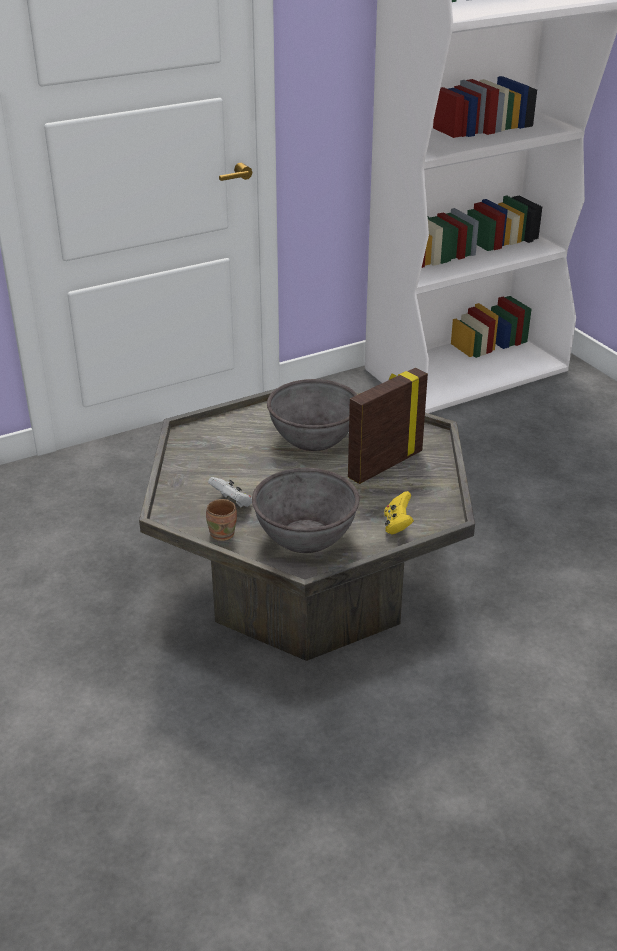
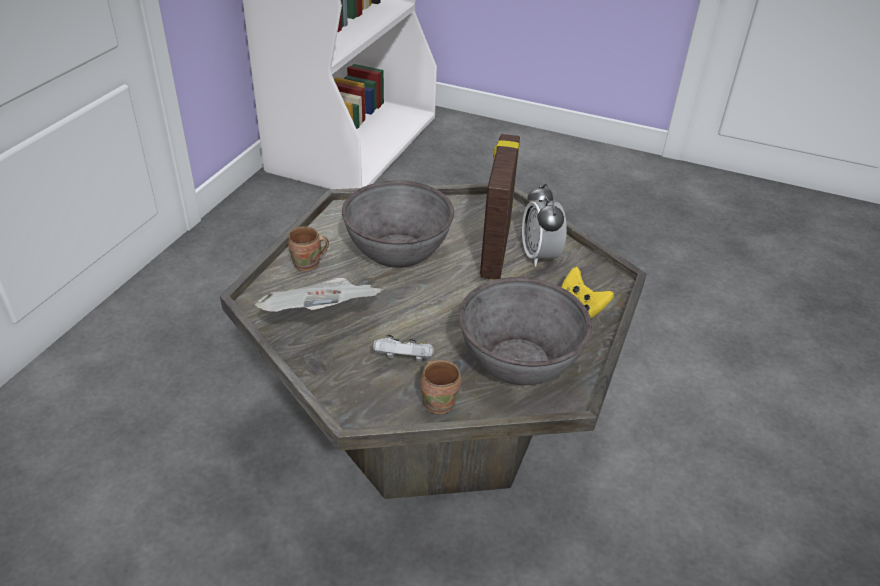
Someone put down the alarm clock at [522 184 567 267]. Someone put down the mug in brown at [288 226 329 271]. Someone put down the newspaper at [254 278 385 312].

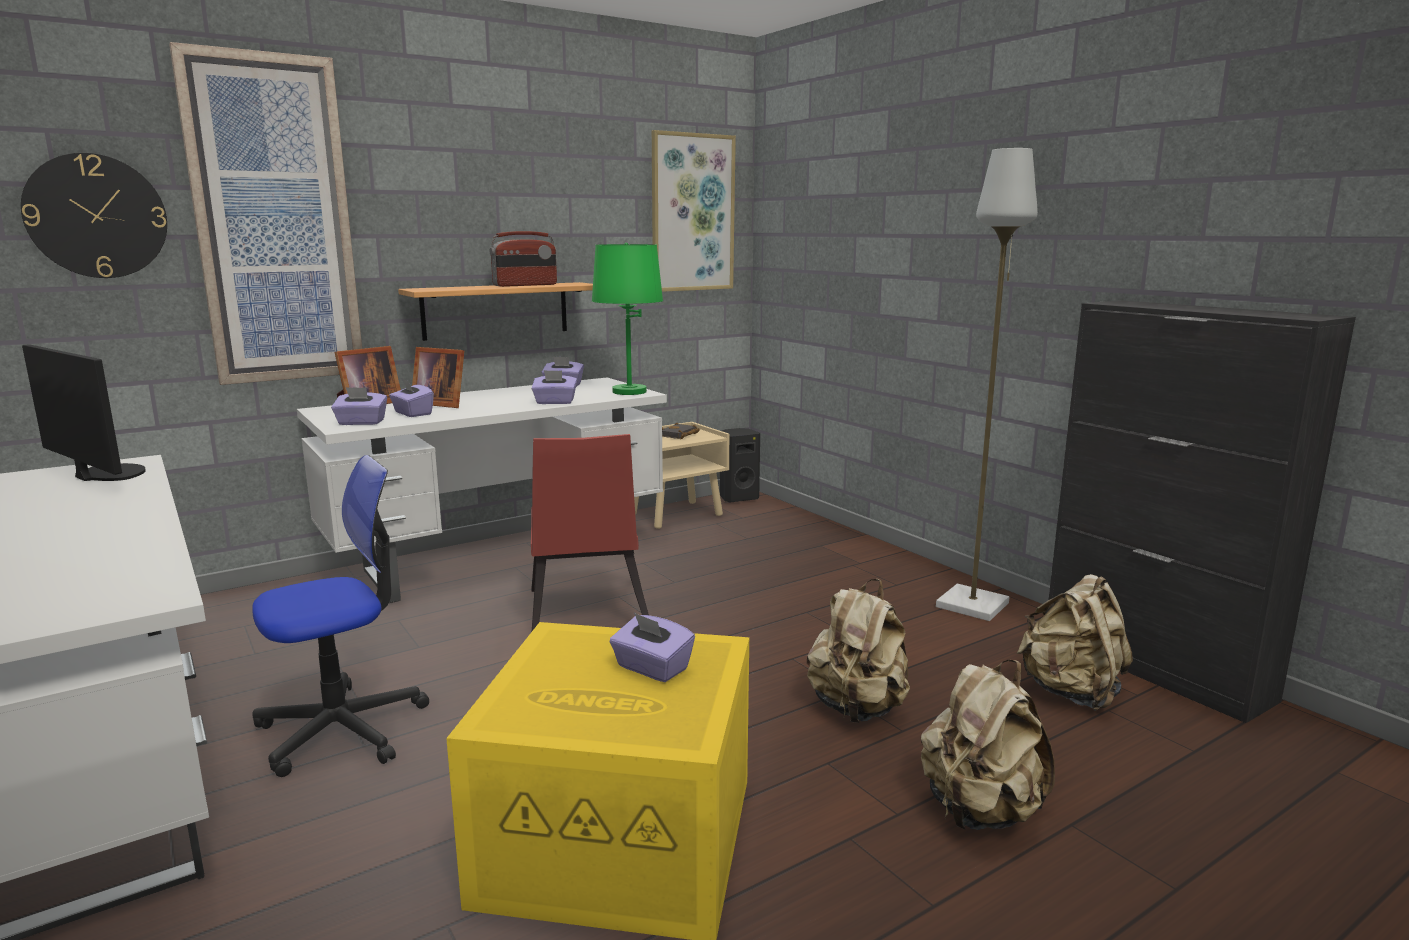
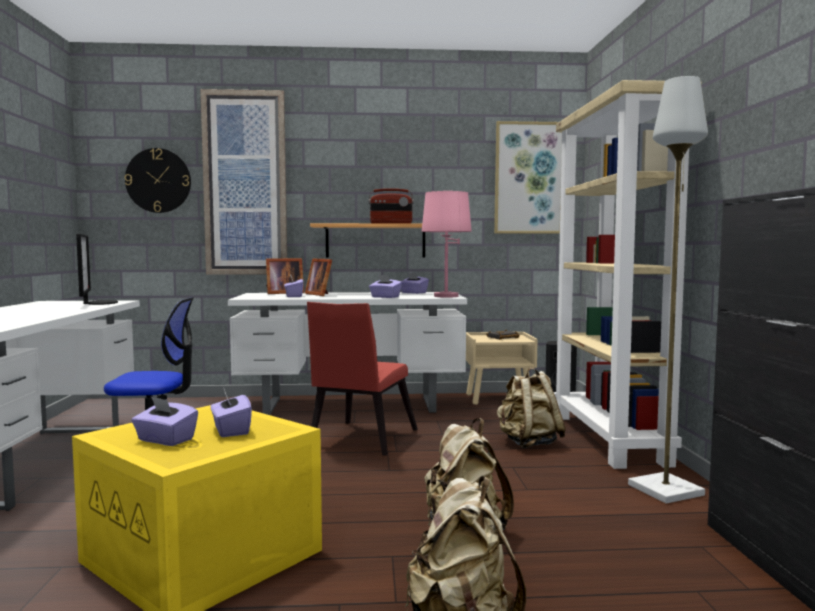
Someone repainted the table lamp in green at [592 243 663 395], which became the table lamp in pink at [421 191 472 298]. Someone carried the tissue box in purple from [331 387 387 425] to [131 397 198 446]. Someone carried the backpack in beige from [1017 574 1133 711] to [497 367 566 448]. Someone put down the bookcase in beige at [553 80 689 469].

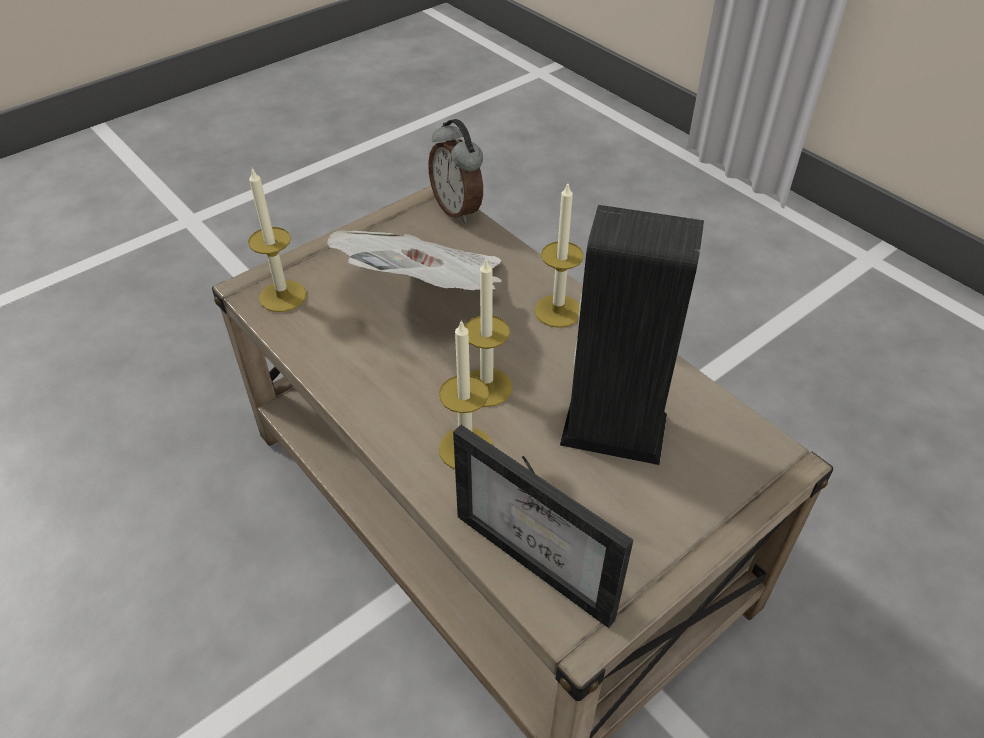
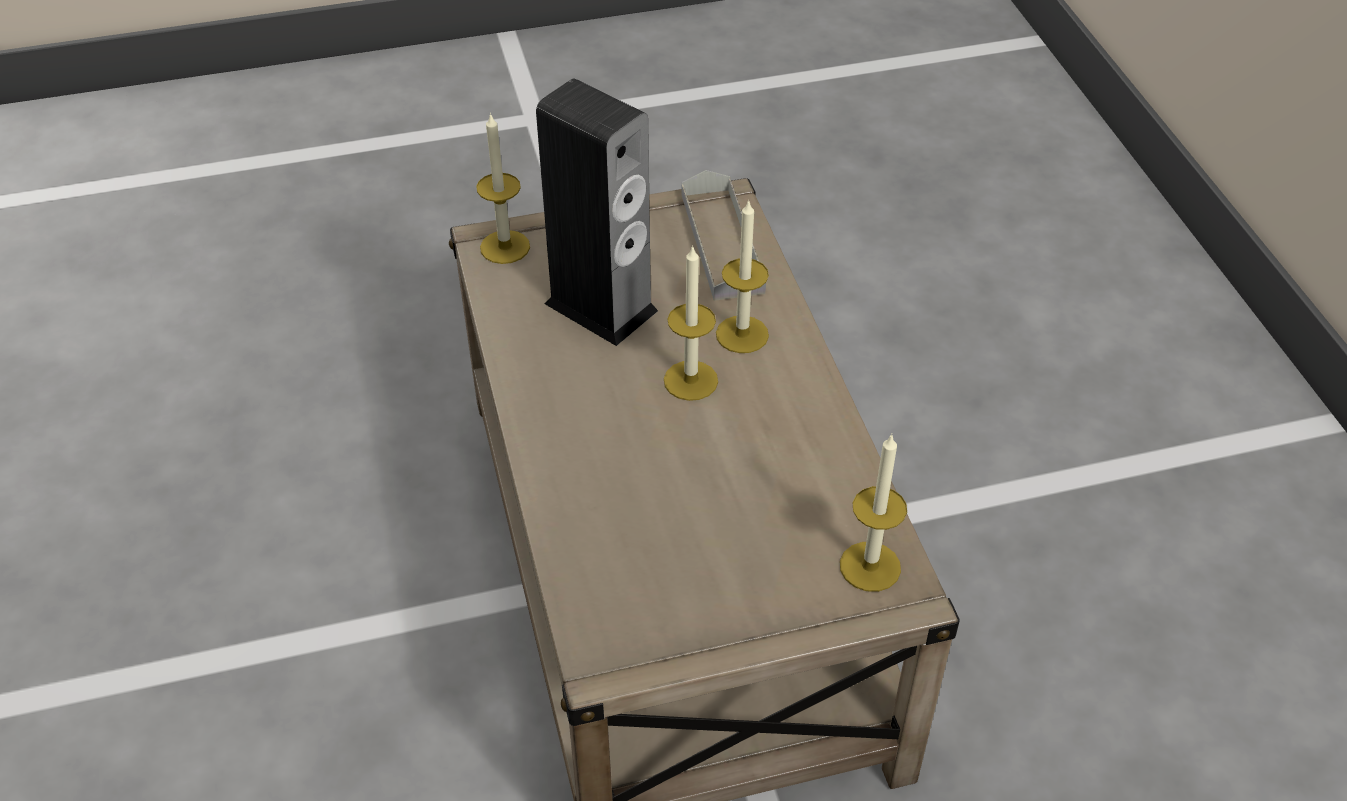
Someone took away the alarm clock at [428 119 483 223]. Someone carried the candle from [534 184 584 328] to [476 113 530 264]. Someone took away the newspaper at [327 231 502 292]. Someone swapped the picture frame at [453 425 633 628] for the tray in grey at [681 170 766 301].

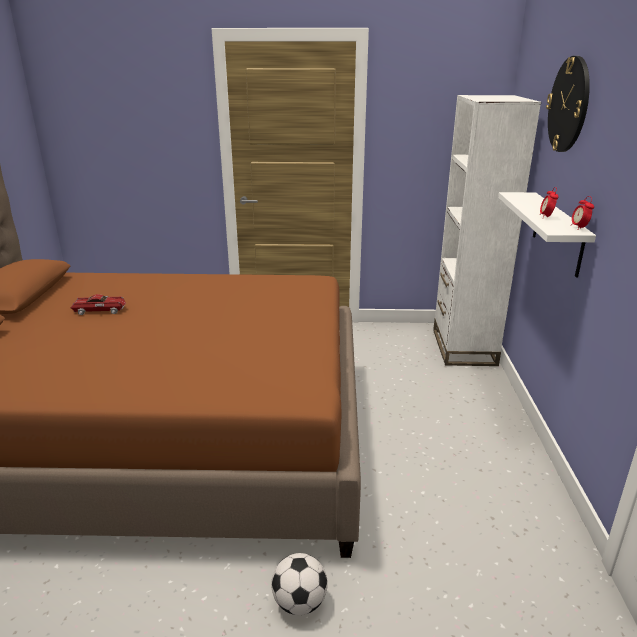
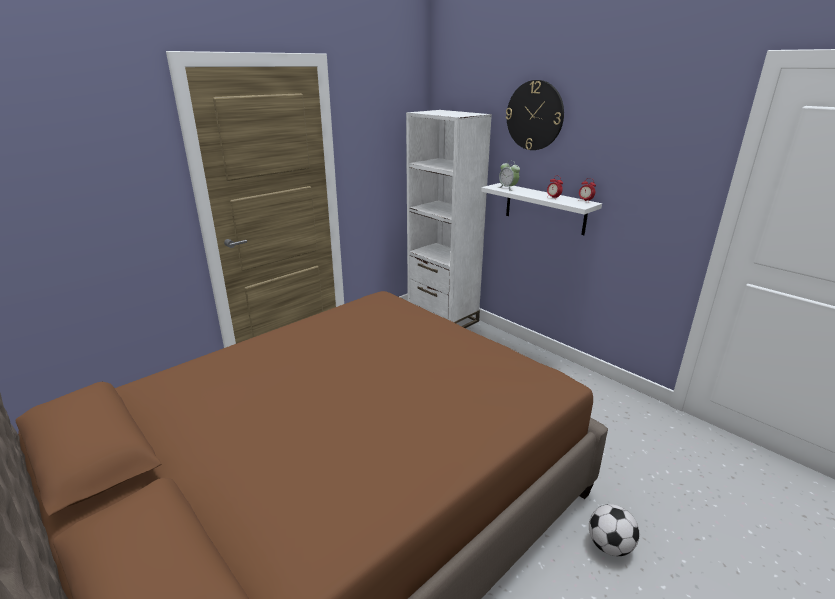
Someone took away the toy car at [70 294 126 315]. Someone put down the alarm clock at [498 160 520 191].

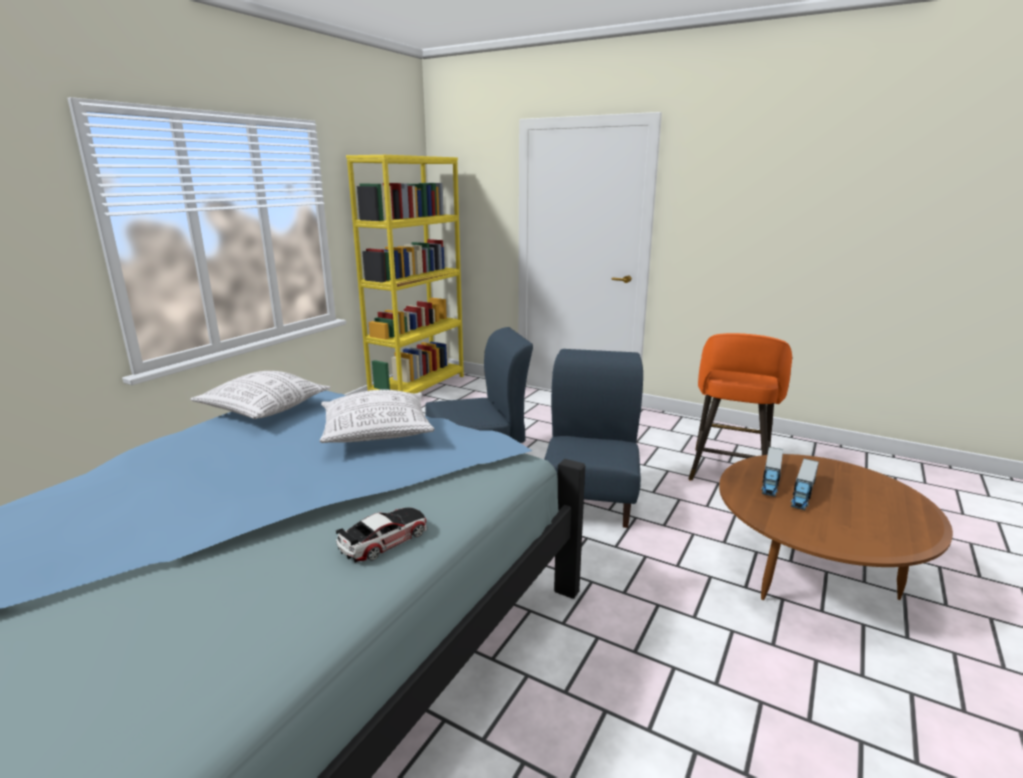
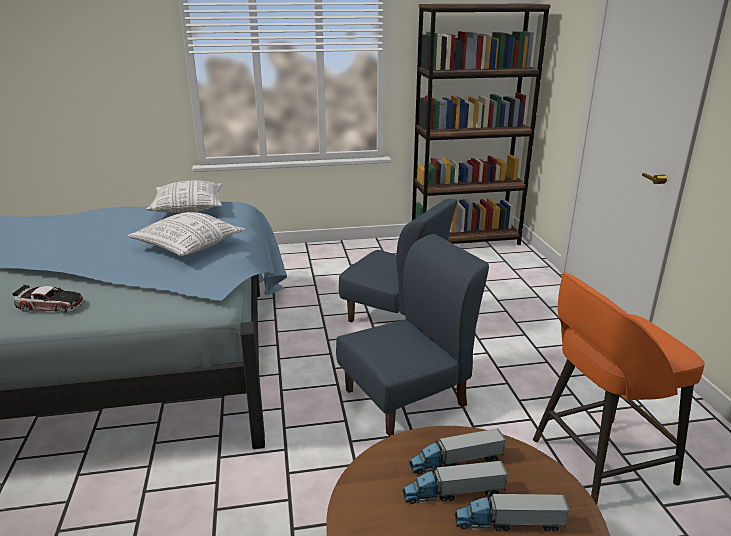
Someone repainted the bookcase in yellow at [346 155 464 393], which became the bookcase in brown at [412 4 551 245]. Someone put down the toy truck at [454 492 570 532].

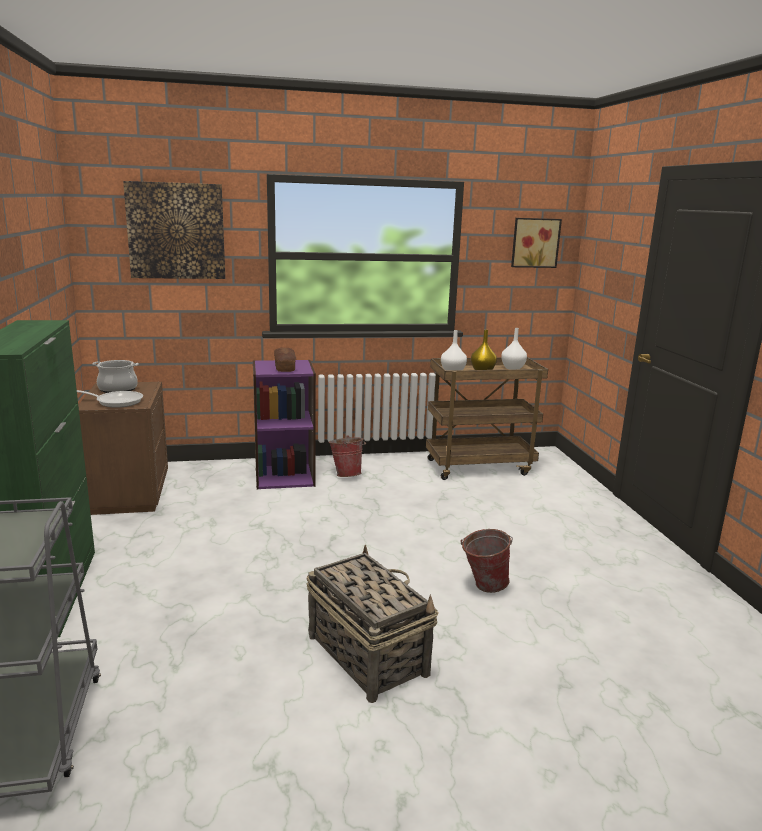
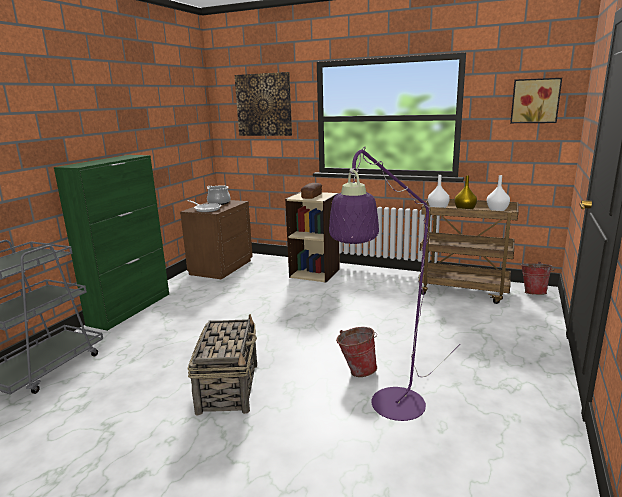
Someone repainted the bookcase in purple at [253 360 316 489], which became the bookcase in beige at [285 192 340 283]. Someone carried the bucket from [329 436 366 477] to [521 262 554 295]. Someone put down the floor lamp in purple at [329 147 460 421].

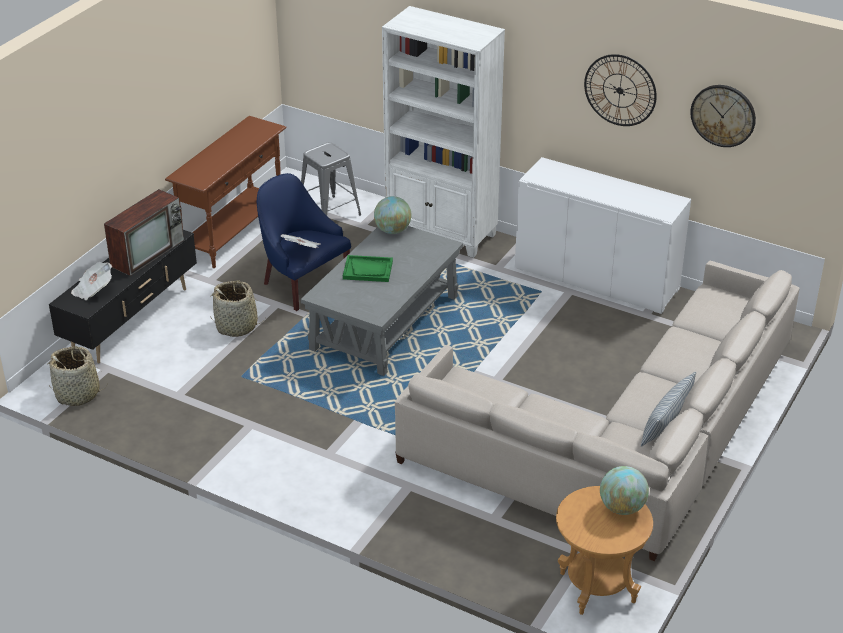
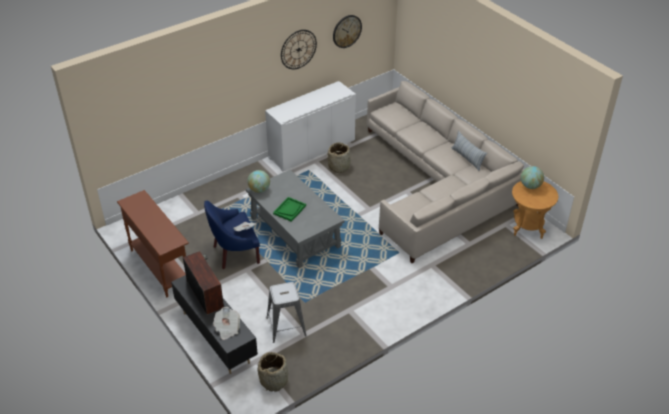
Someone took away the bookcase in white at [382 6 505 258]. Someone carried the stool in grey from [301 142 361 216] to [267 282 307 343]. Someone carried the basket from [210 280 266 337] to [327 142 350 173].

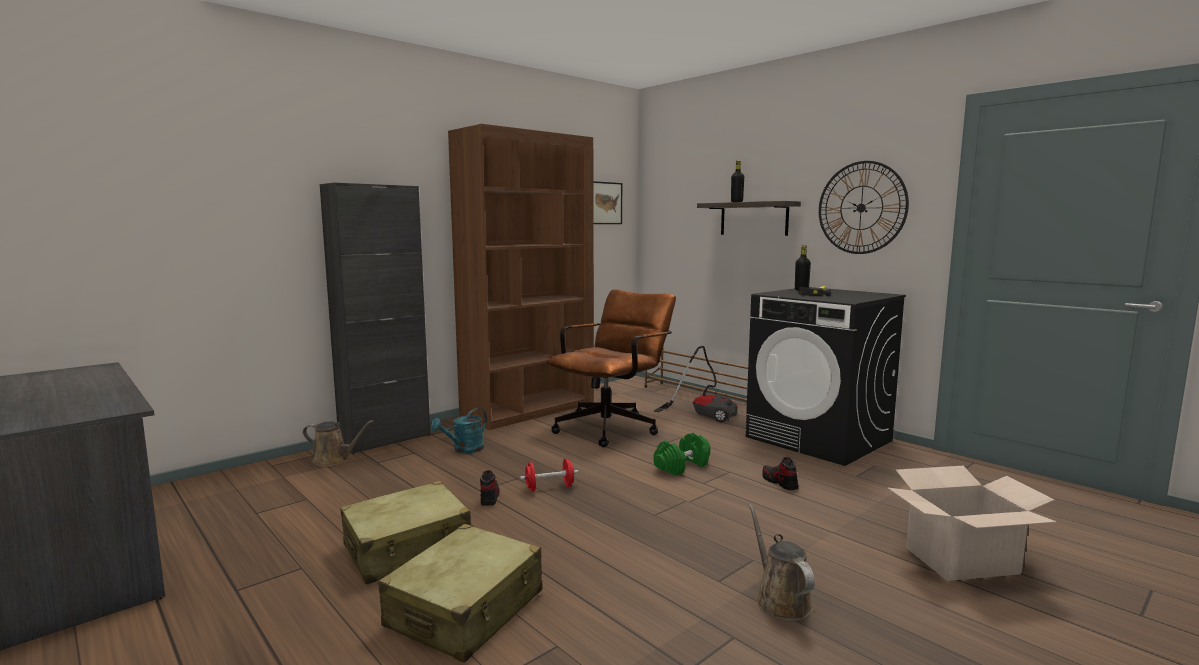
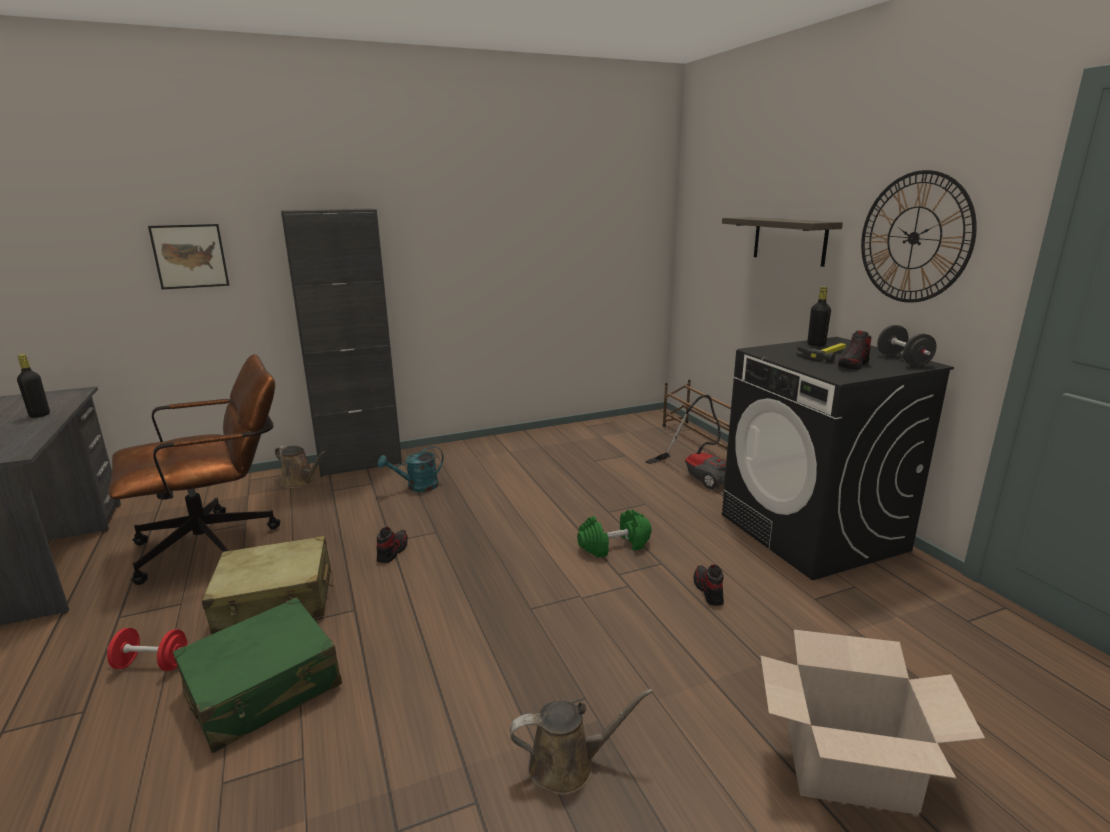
Someone took away the bookcase in brown at [448 124 594 430]. Someone carried the bottle in black from [731 161 744 202] to [17 354 50 418]. Someone carried the picture from [593 181 622 224] to [148 224 229 289]. Someone carried the office chair in brown from [547 290 676 448] to [109 354 280 585]. Someone carried the dumbbell in red from [520 459 579 491] to [107 628 188 671]. Someone rotated the watering can in brown at [749 504 815 621] by 75 degrees clockwise. Someone repainted the suitcase in beige at [379 524 542 663], which became the suitcase in green at [173 597 342 753]. Someone put down the dumbbell in black at [877 325 937 367]. Someone put down the shoe at [838 330 871 370].

